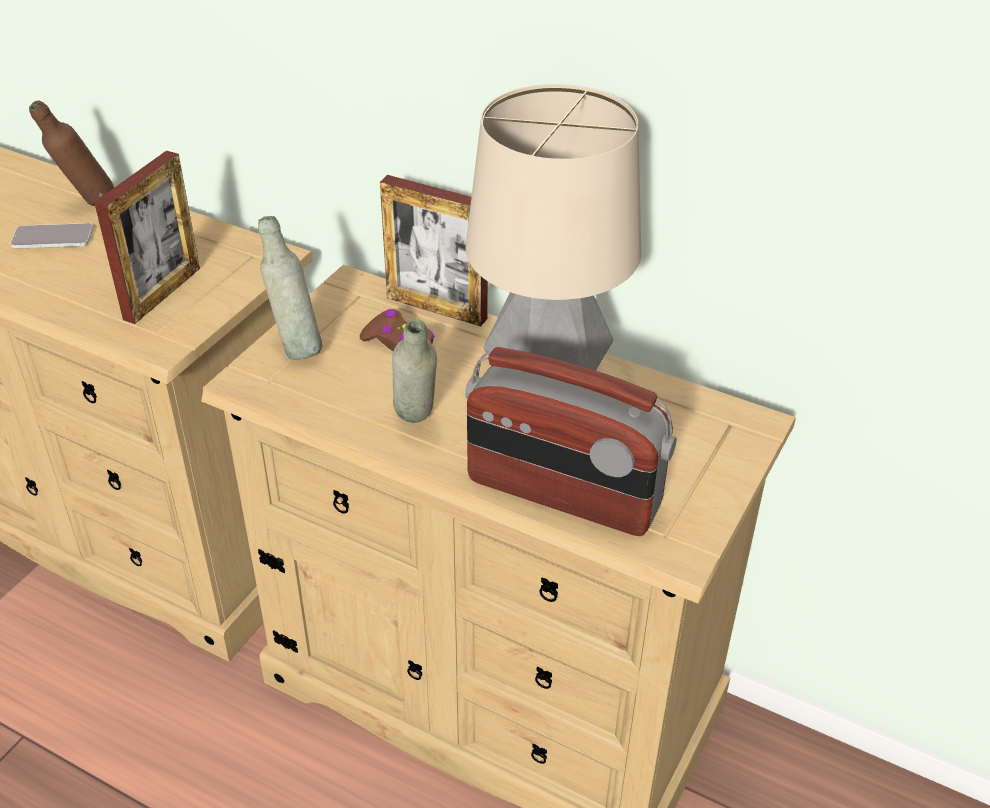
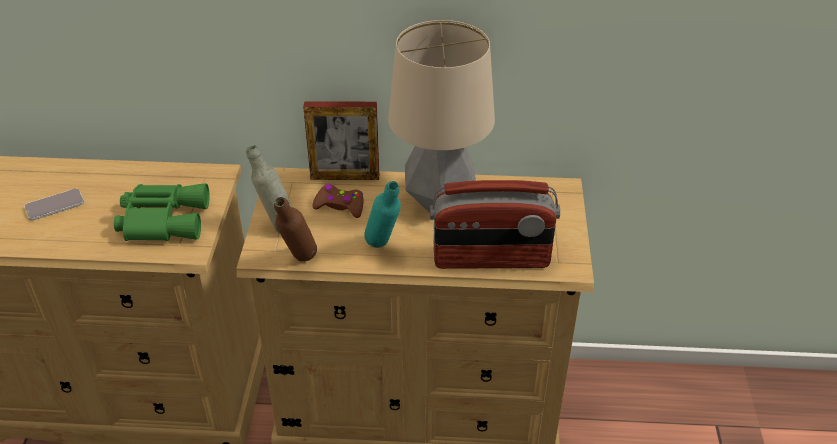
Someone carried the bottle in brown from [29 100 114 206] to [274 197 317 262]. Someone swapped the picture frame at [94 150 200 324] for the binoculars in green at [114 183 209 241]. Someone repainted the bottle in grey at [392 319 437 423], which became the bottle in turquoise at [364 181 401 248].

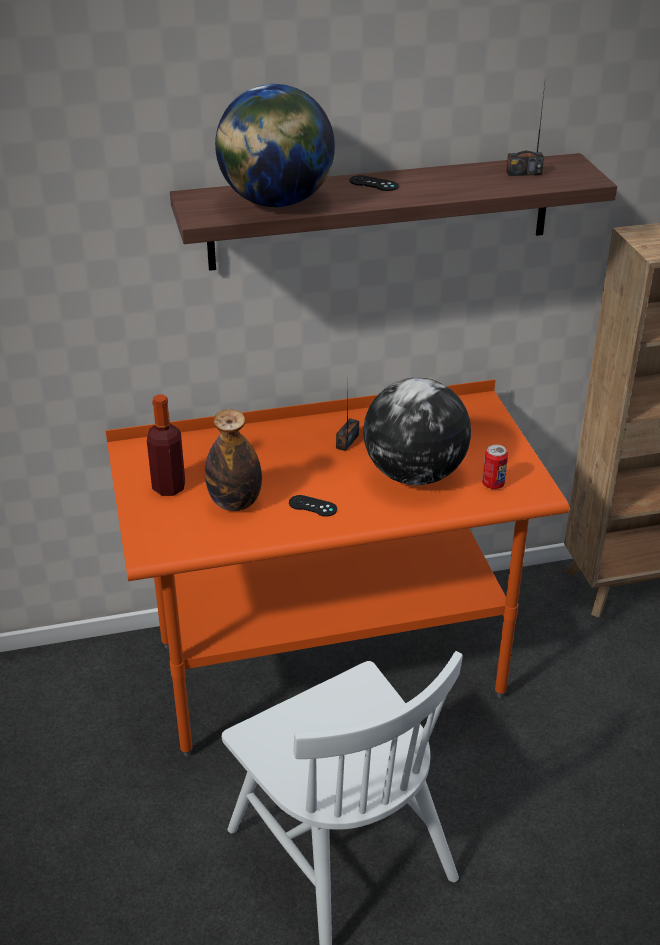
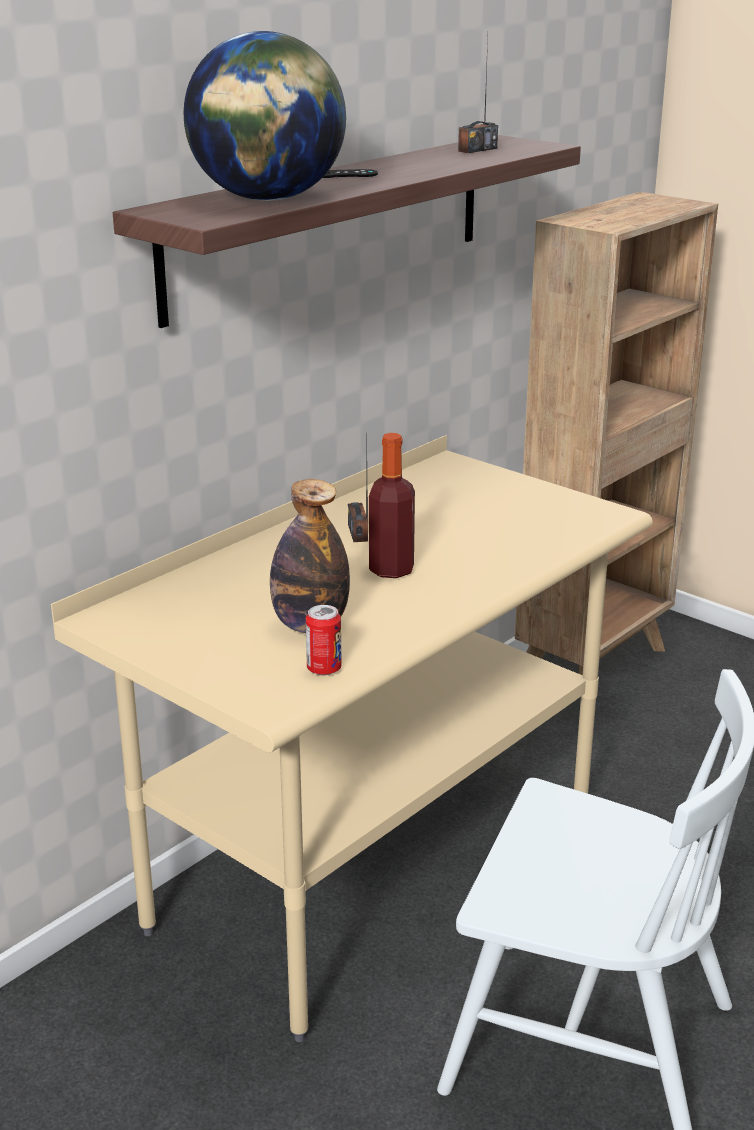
Someone took away the globe at [363 378 471 485]. Someone repainted the desk in orange at [106 379 569 756], which became the desk in beige at [51 435 653 1042]. Someone carried the bottle from [147 394 185 496] to [369 433 415 578]. Someone carried the can from [482 445 508 489] to [306 605 342 675]. Someone took away the game controller in black at [289 495 337 517].

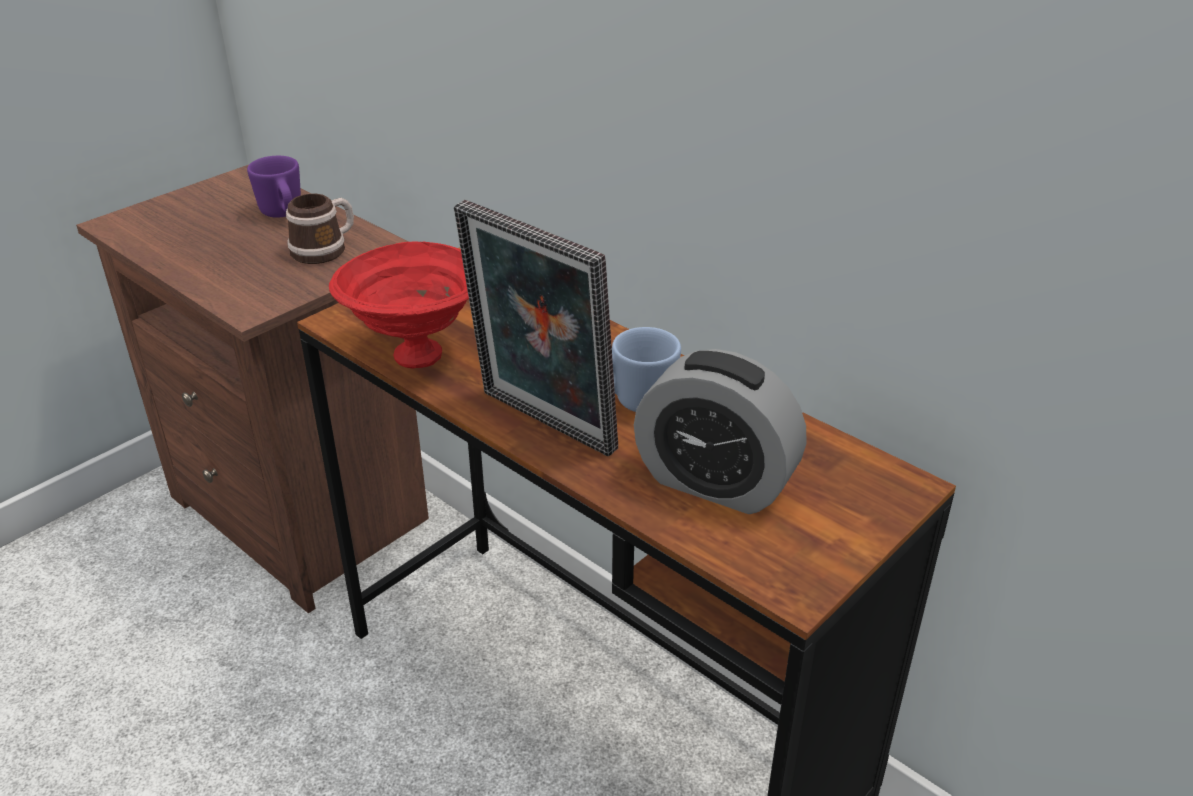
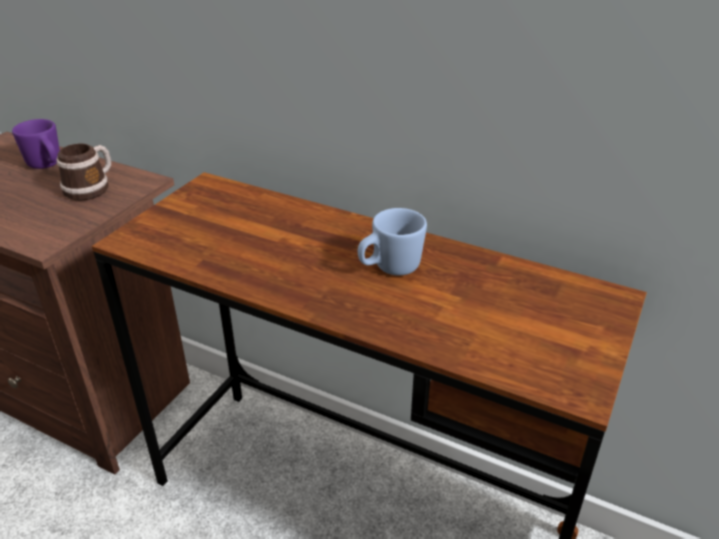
Someone took away the picture frame at [454 200 618 457]. Someone took away the bowl in red at [329 242 469 369]. Someone took away the alarm clock at [634 349 807 514].

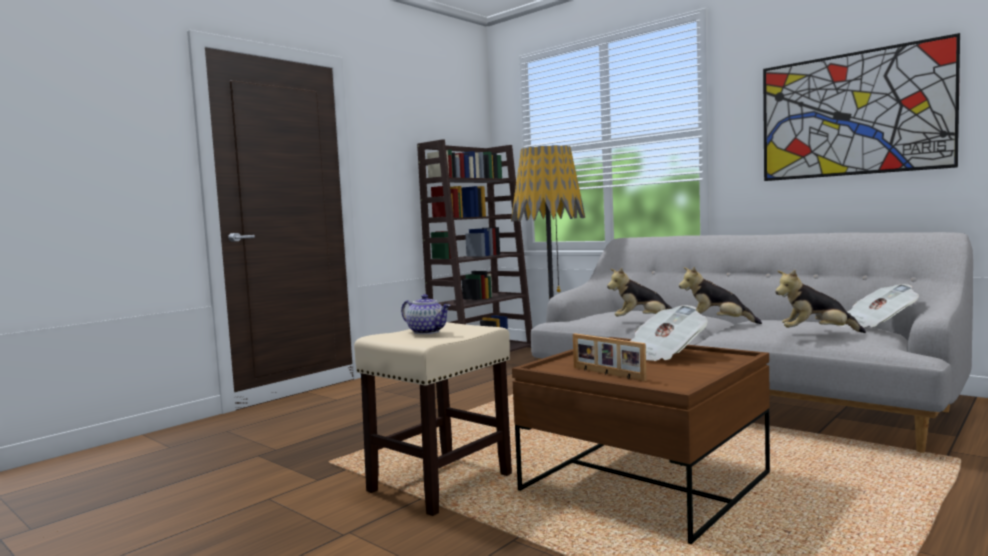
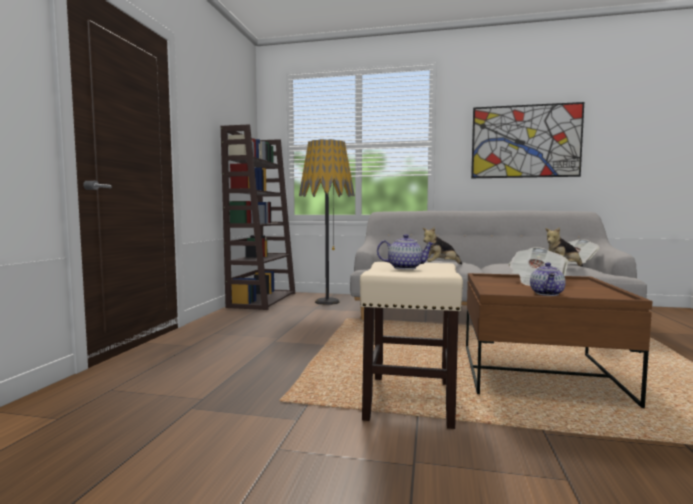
Someone took away the plush toy at [679 266 762 324]. Someone swapped the picture frame at [573 333 647 381] for the teapot at [530 262 565 296].

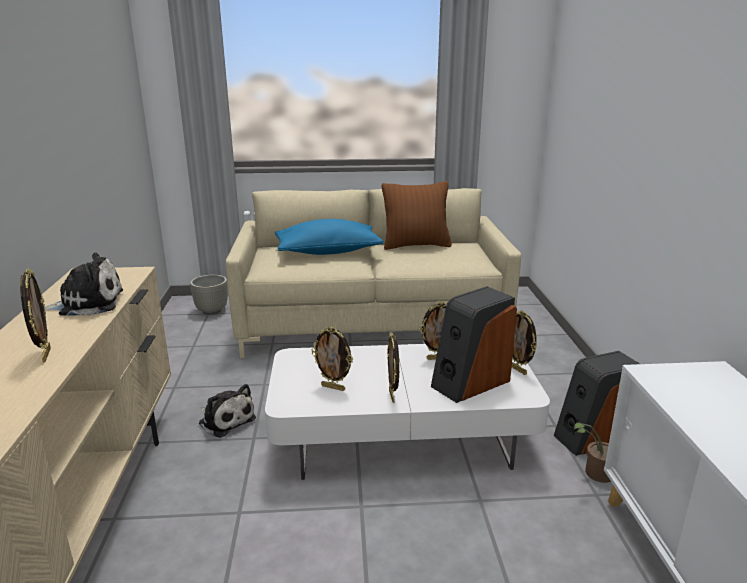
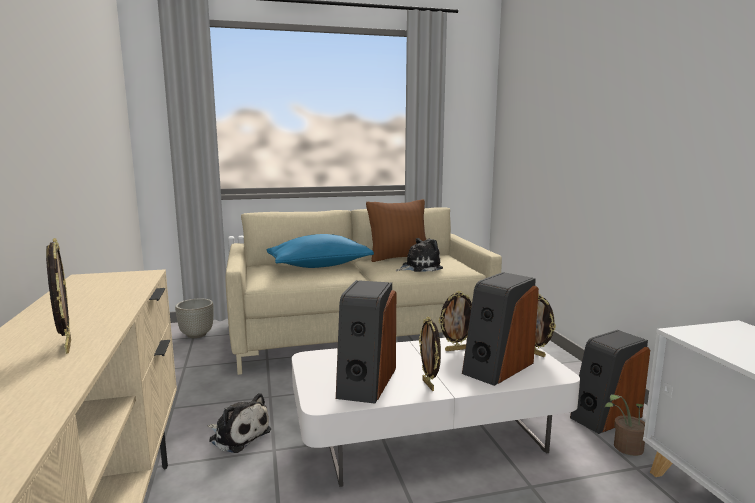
Someone carried the plush toy from [45 253 123 316] to [396 238 443 272]. Someone swapped the picture frame at [311 326 353 391] for the speaker at [336 280 396 404].

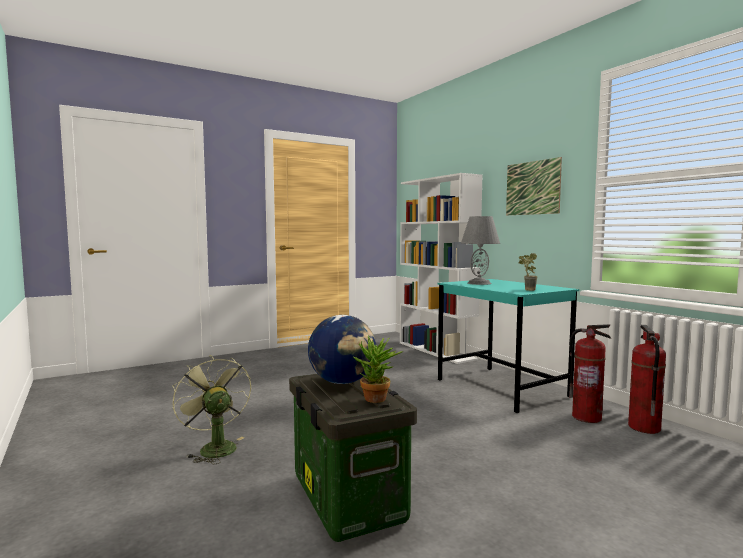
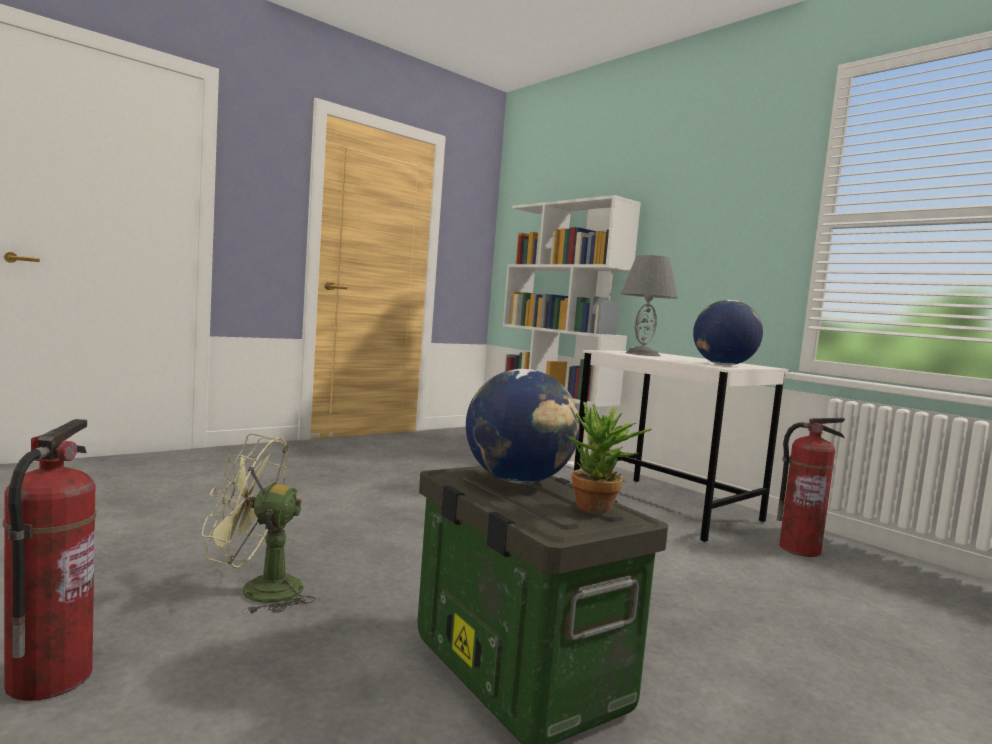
Someone took away the picture at [506 157 562 215]. Someone swapped the potted plant at [518 253 538 291] for the globe at [693 300 763 365]. Someone repainted the desk in turquoise at [438 279 579 413], which became the desk in white at [574 350 788 542]. Someone carried the fire extinguisher from [628 325 666 434] to [3 419 96 701]. Someone rotated the fan in green at [172 355 251 464] by 45 degrees counterclockwise.

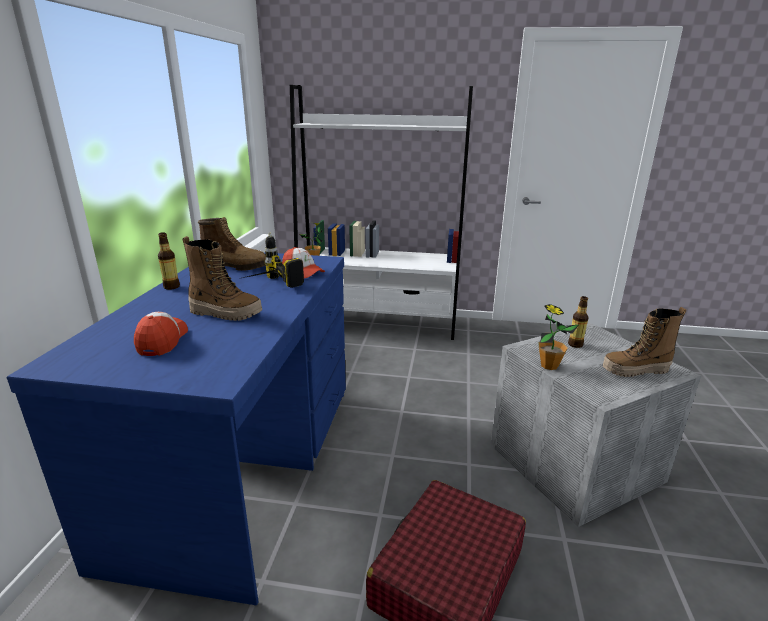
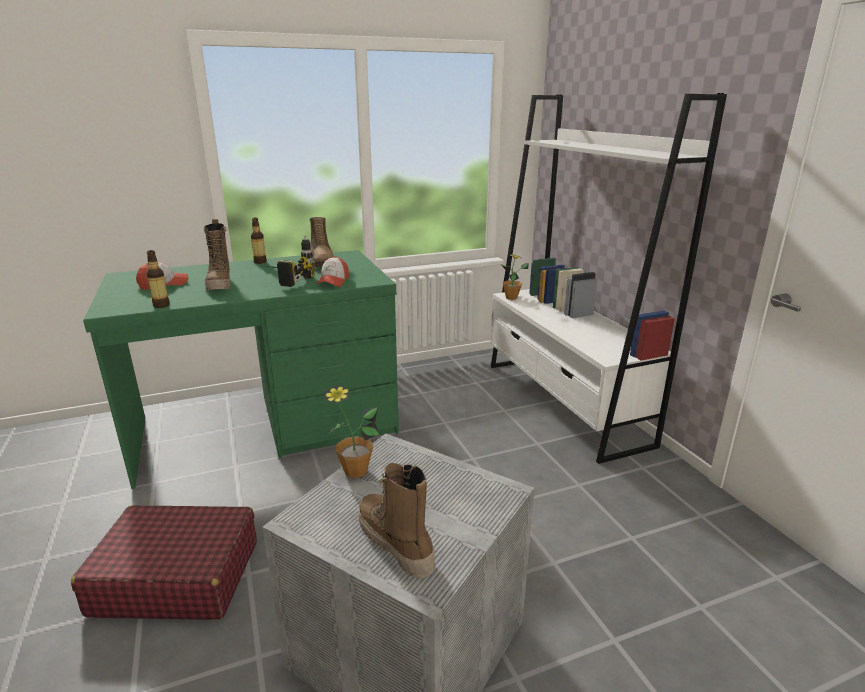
Someone repainted the desk in blue at [7 252 346 605], which became the desk in green at [83 250 399 489]. Someone carried the bottle from [568 296 589 348] to [146 250 170 308].

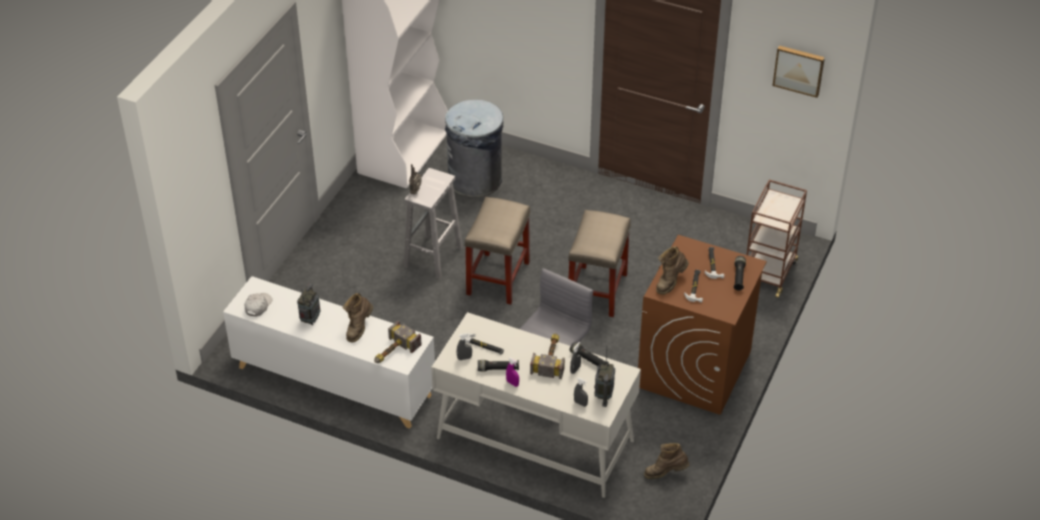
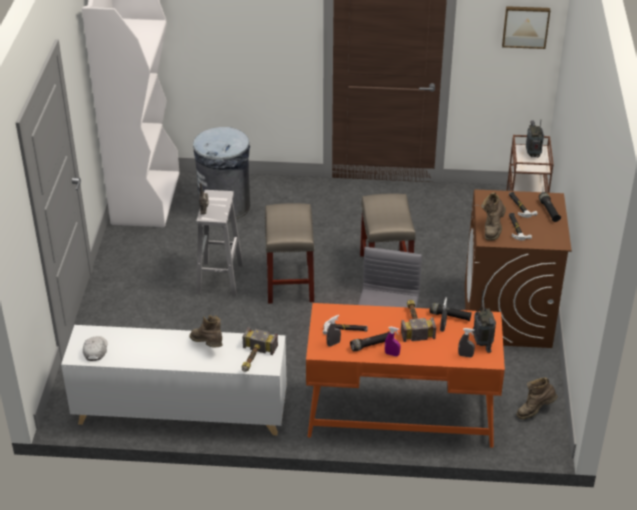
Someone carried the radio from [297 283 321 325] to [526 121 544 157]. Someone rotated the boot in brown at [343 293 373 342] by 135 degrees clockwise. Someone repainted the desk in white at [431 312 641 498], which became the desk in orange at [306 303 505 448].

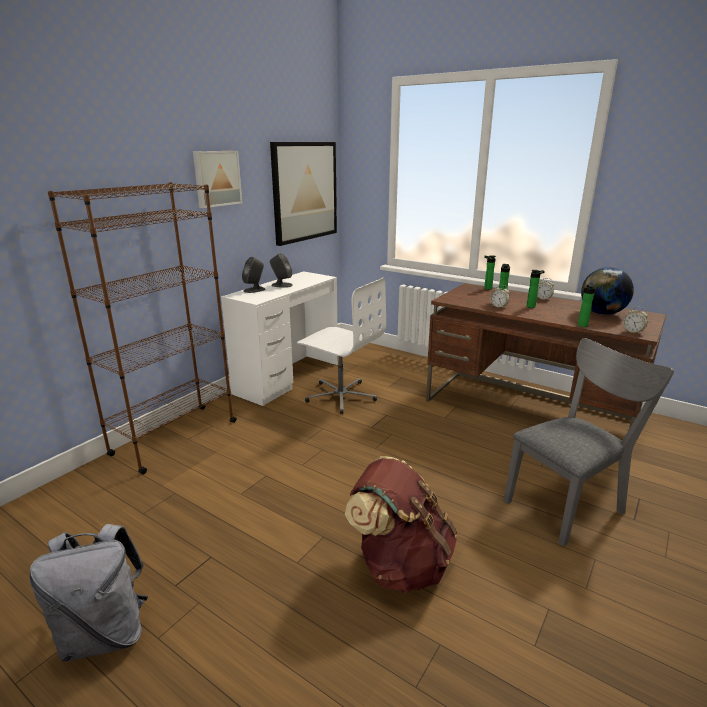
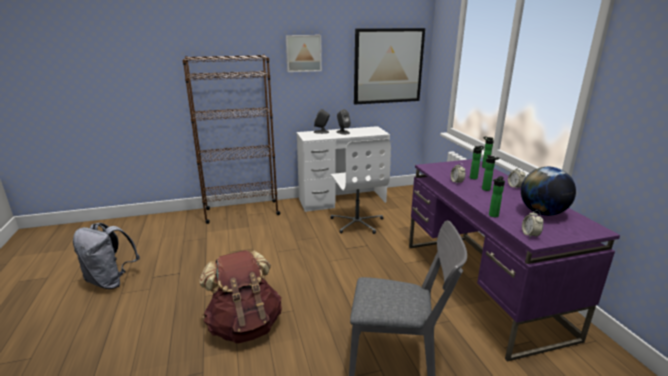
Someone repainted the desk in brown at [426 283 666 429], which became the desk in purple at [409 159 620 362].

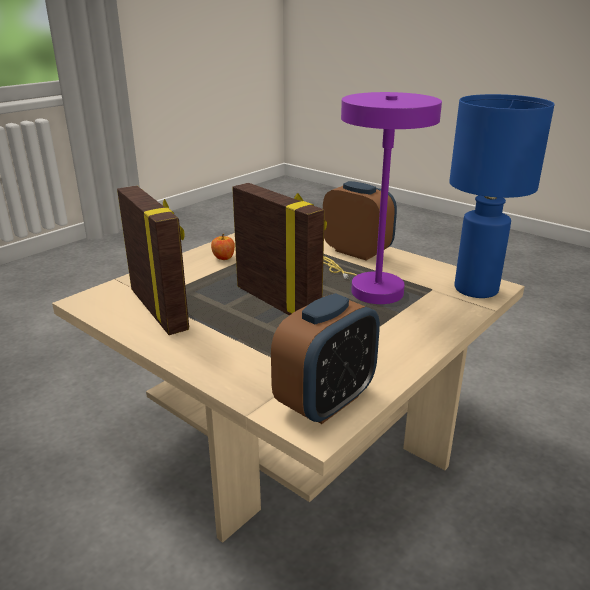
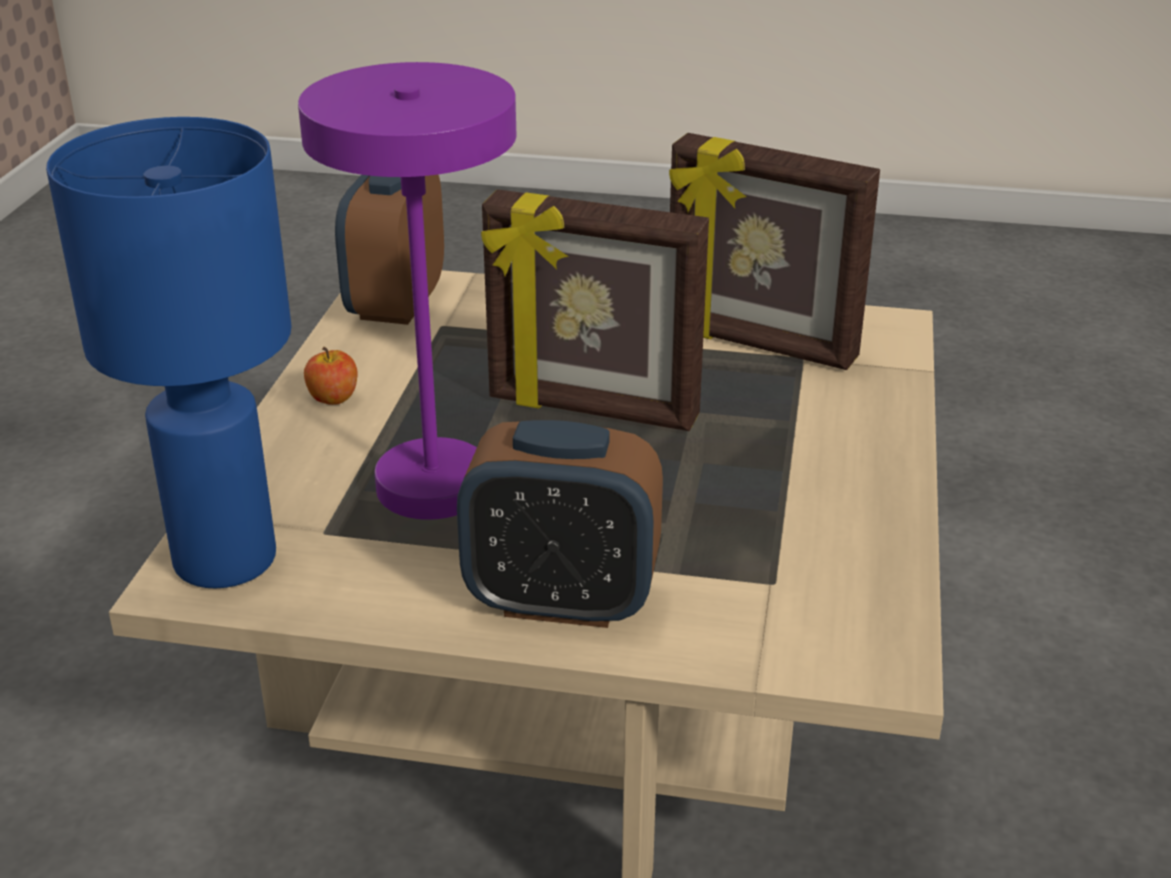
Someone carried the apple from [211 234 235 260] to [304 347 358 405].

